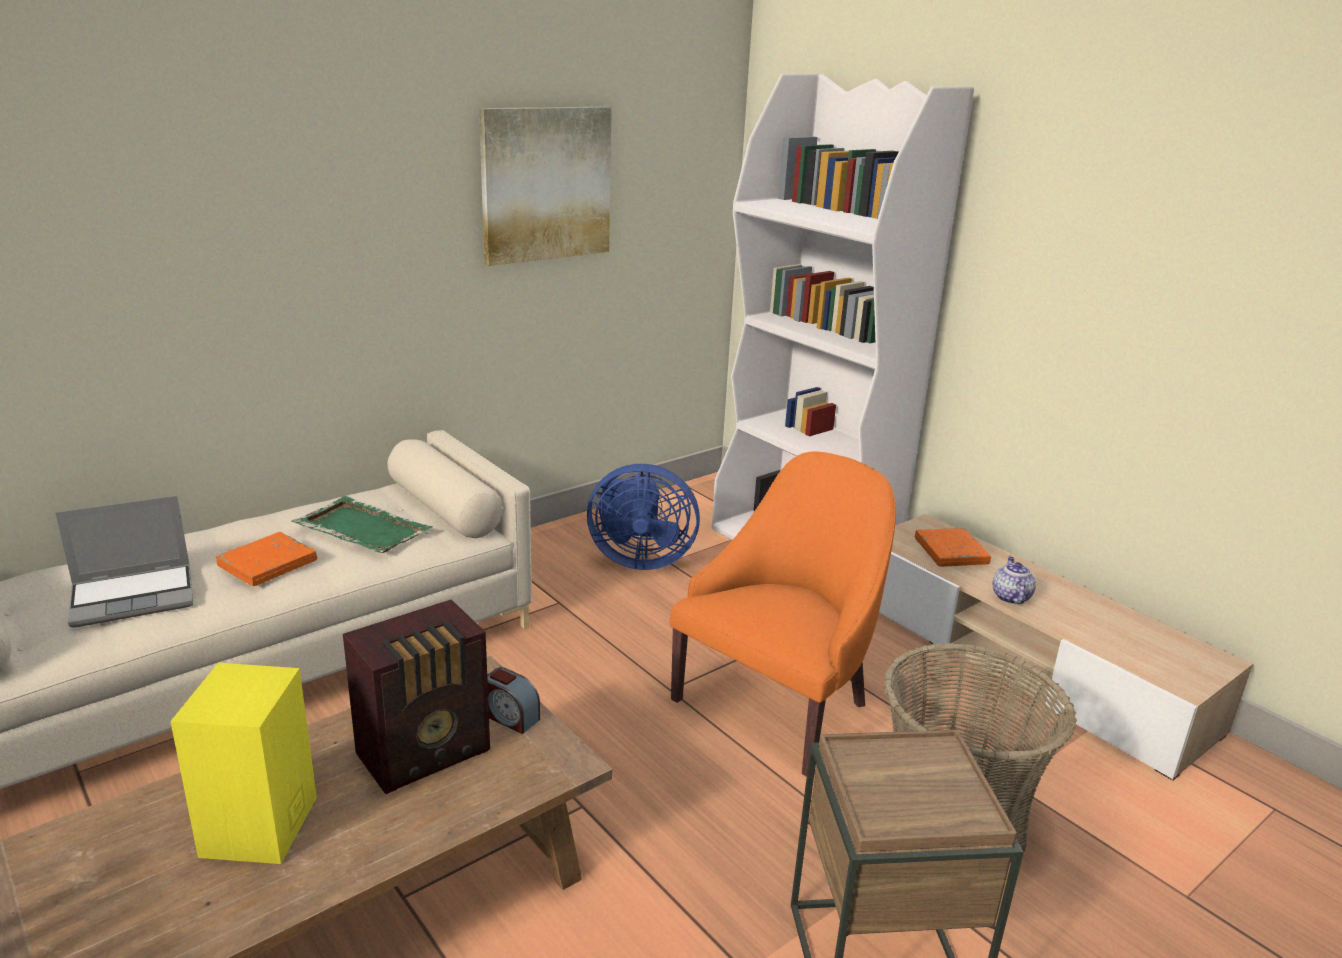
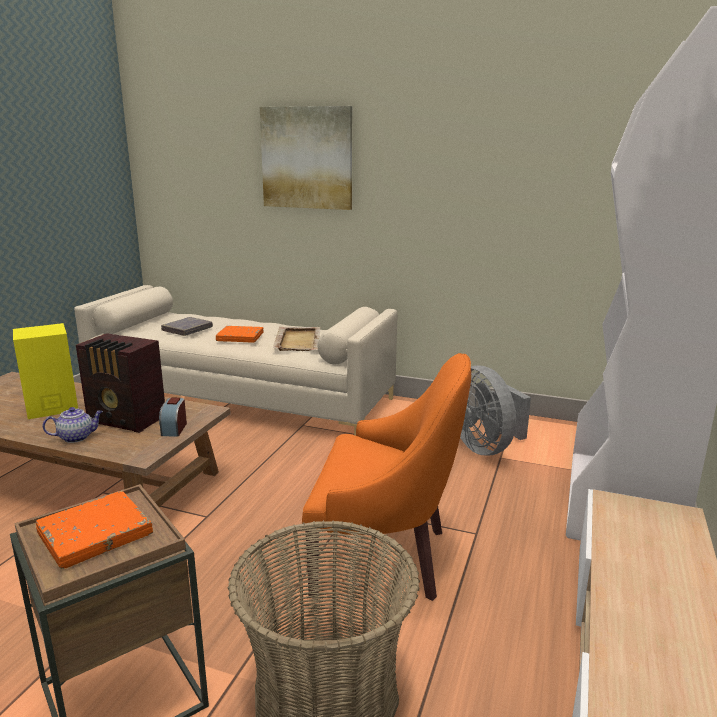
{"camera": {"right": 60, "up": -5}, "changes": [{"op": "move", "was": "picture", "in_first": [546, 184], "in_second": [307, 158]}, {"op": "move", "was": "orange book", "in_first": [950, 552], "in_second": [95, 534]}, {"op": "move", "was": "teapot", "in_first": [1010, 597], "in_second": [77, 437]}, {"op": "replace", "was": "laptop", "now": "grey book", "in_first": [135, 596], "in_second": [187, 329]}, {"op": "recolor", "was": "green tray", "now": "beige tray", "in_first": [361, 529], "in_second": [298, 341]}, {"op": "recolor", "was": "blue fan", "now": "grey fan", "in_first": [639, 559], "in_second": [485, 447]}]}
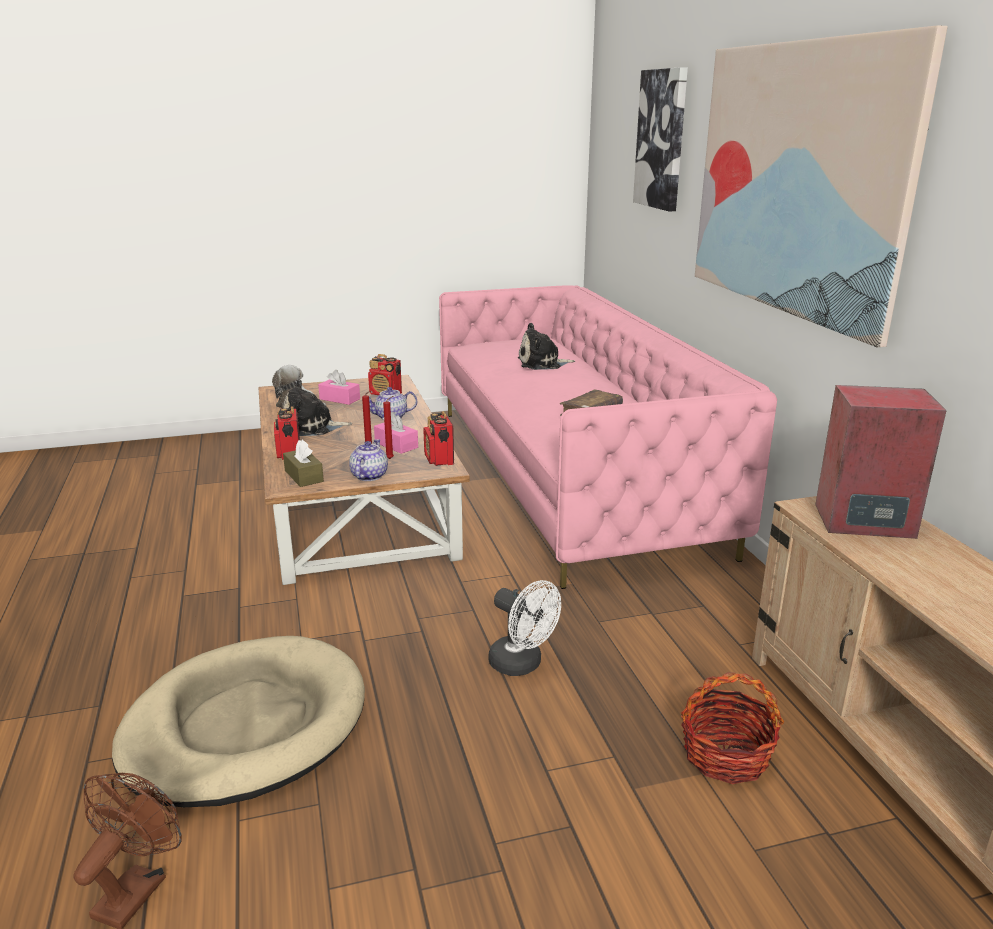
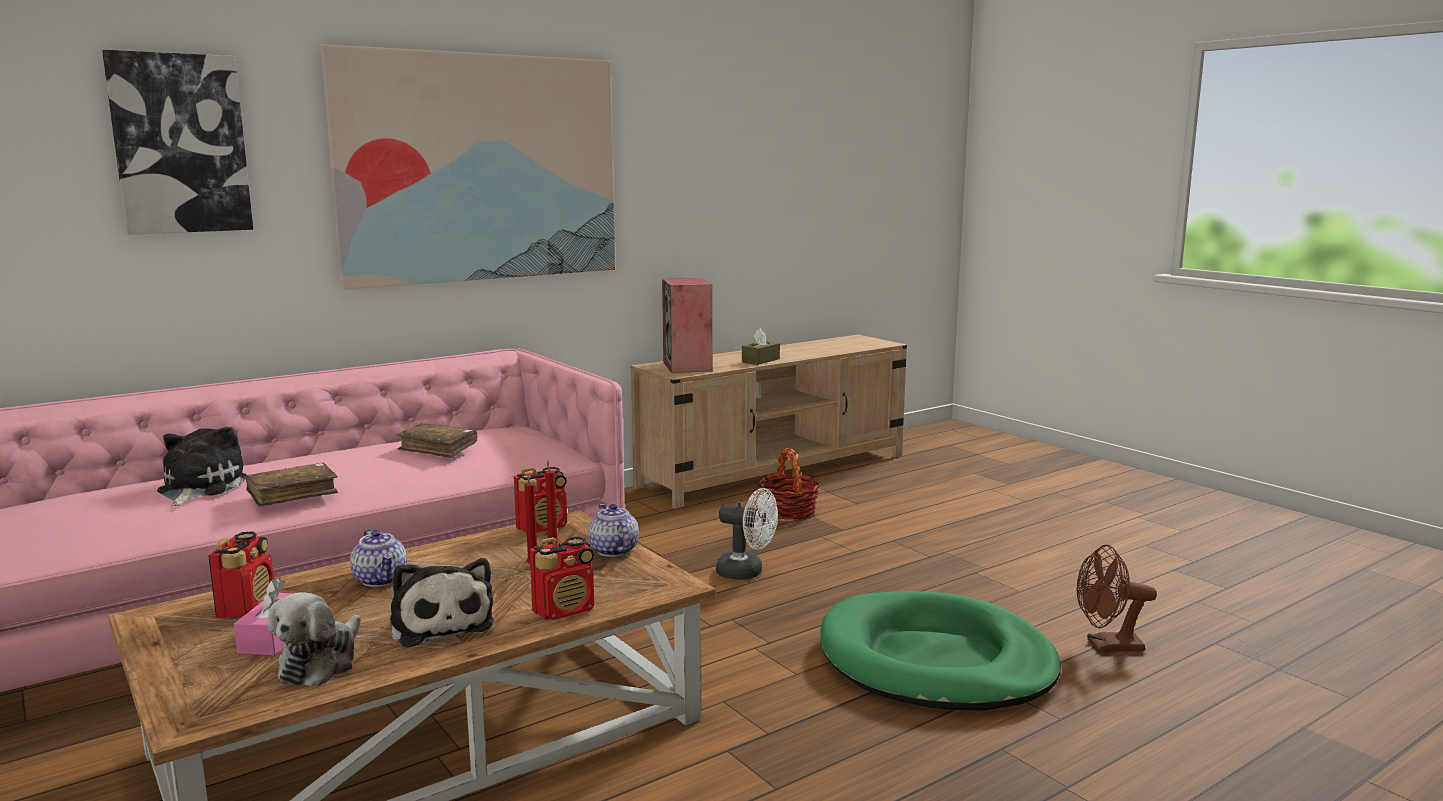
{"camera": {"right": -110, "up": -10}, "changes": [{"op": "delete", "was": "pink tissue box", "in_first": [396, 445]}, {"op": "insert", "now": "brown book", "in_second": [292, 494]}, {"op": "move", "was": "brown tissue box", "in_first": [304, 476], "in_second": [760, 360]}, {"op": "recolor", "was": "beige dog bed", "now": "green dog bed", "in_first": [245, 726], "in_second": [935, 661]}, {"op": "rotate", "was": "teapot", "in_first": [369, 476], "in_second": [613, 550], "clockwise": 75}, {"op": "rotate", "was": "white fan", "in_first": [522, 664], "in_second": [747, 573], "clockwise": 90}, {"op": "rotate", "was": "plush toy", "in_first": [542, 364], "in_second": [199, 488], "clockwise": -150}]}
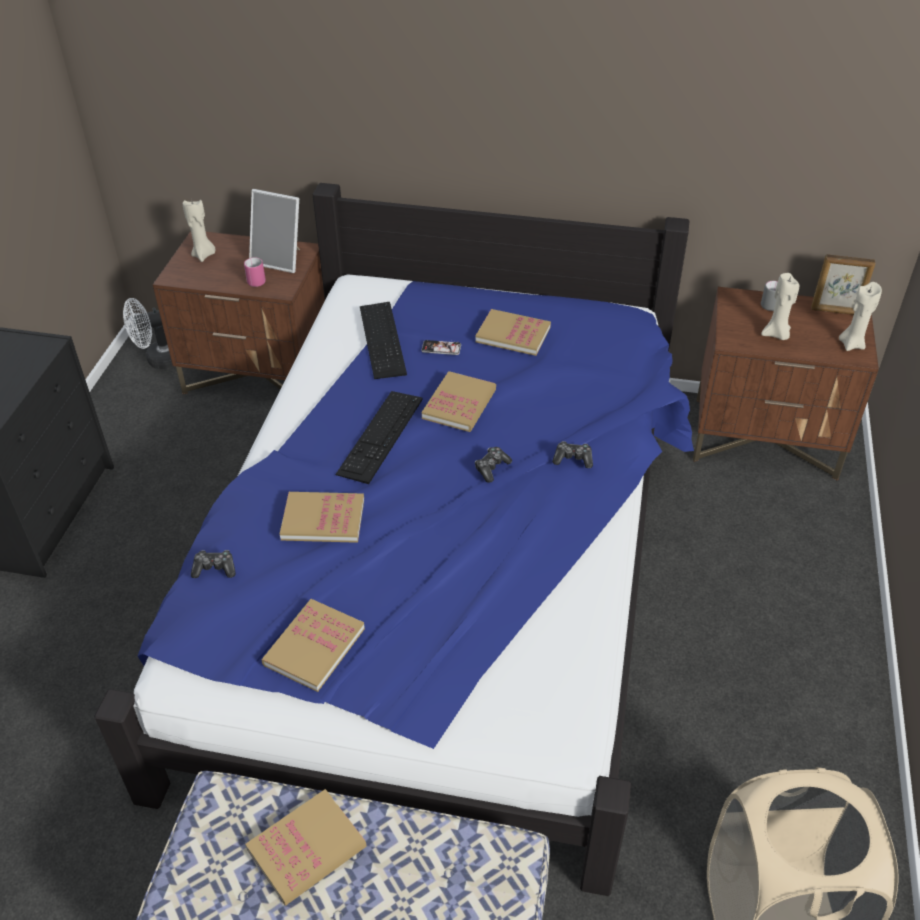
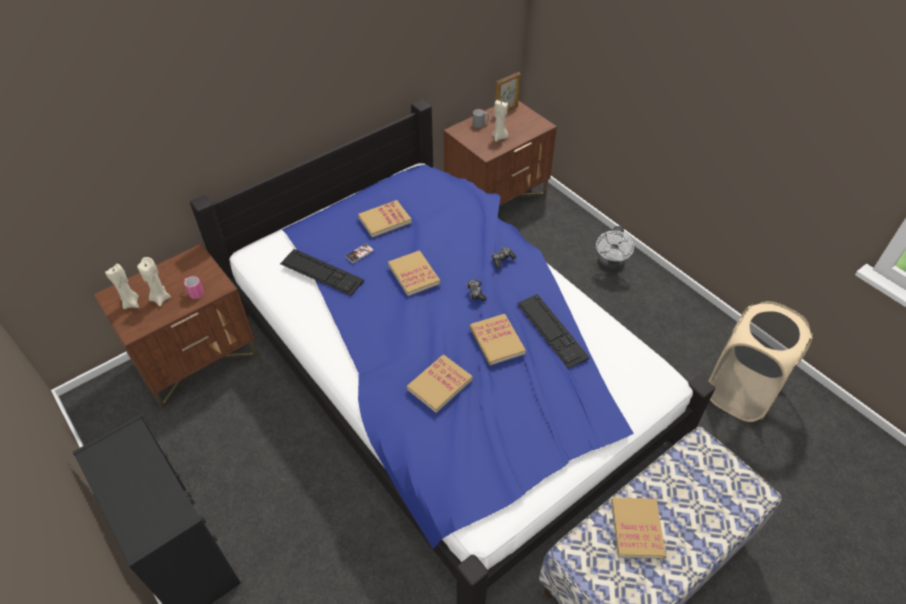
{"camera": {"right": -50, "up": 5}, "changes": [{"op": "delete", "was": "game controller", "in_first": [215, 569]}, {"op": "delete", "was": "picture frame", "in_first": [280, 259]}, {"op": "move", "was": "white fan", "in_first": [159, 360], "in_second": [610, 265]}, {"op": "move", "was": "book", "in_first": [314, 647], "in_second": [497, 341]}, {"op": "move", "was": "keyboard", "in_first": [380, 436], "in_second": [551, 330]}, {"op": "move", "was": "beige candle", "in_first": [851, 344], "in_second": [160, 298]}]}
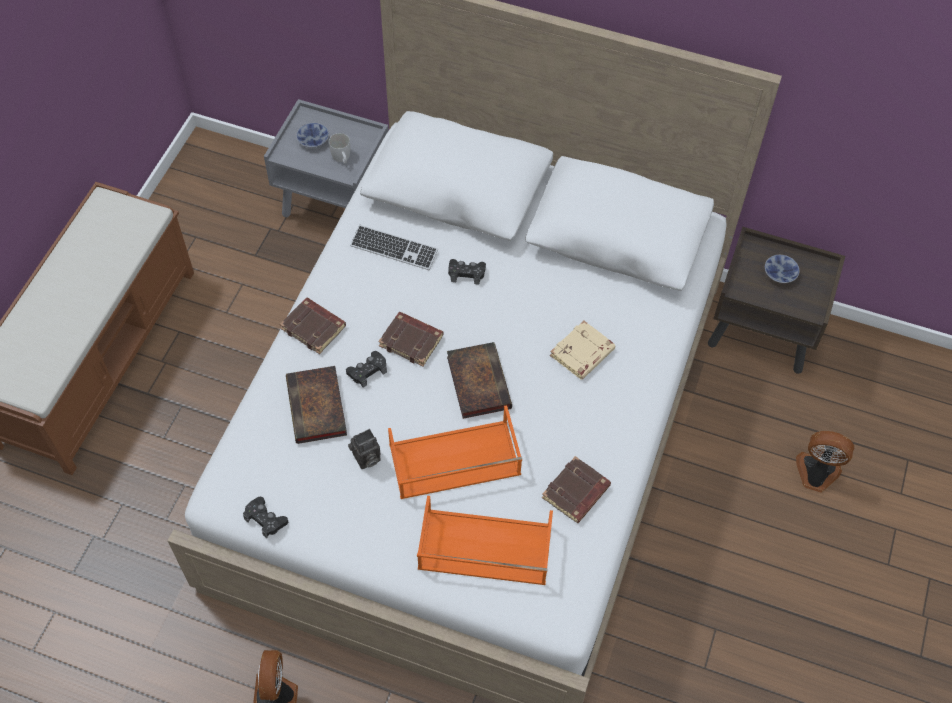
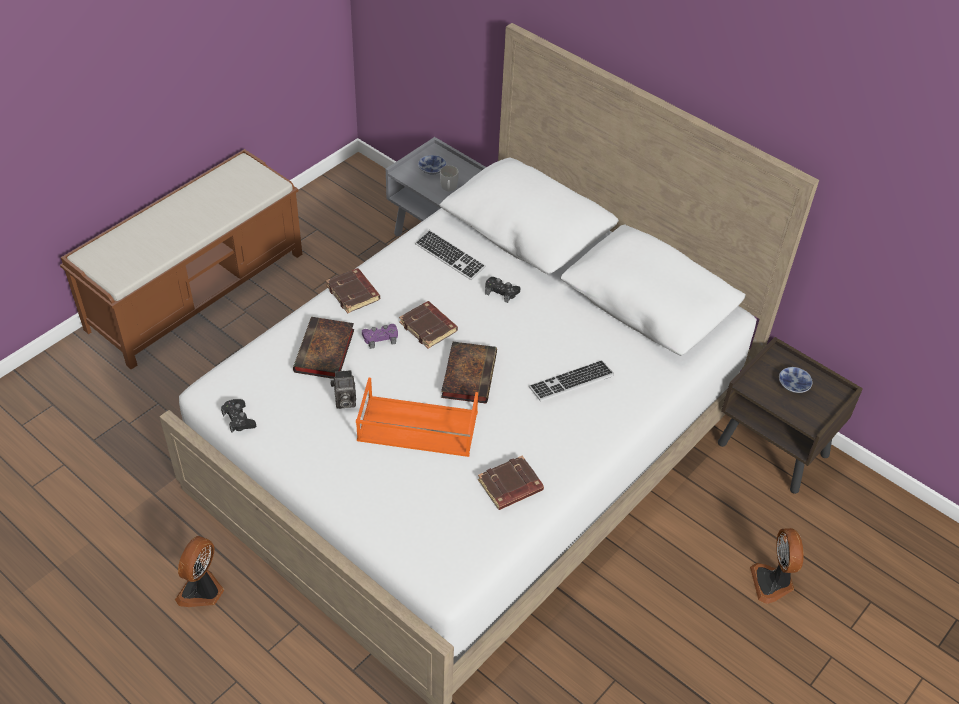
{"camera": {"right": 20, "up": -10}, "changes": [{"op": "delete", "was": "orange tray", "in_first": [483, 548]}, {"op": "replace", "was": "beige book", "now": "keyboard", "in_first": [582, 354], "in_second": [571, 382]}, {"op": "recolor", "was": "black game controller", "now": "purple game controller", "in_first": [367, 371], "in_second": [380, 338]}, {"op": "rotate", "was": "fan", "in_first": [816, 474], "in_second": [773, 583], "clockwise": -135}]}
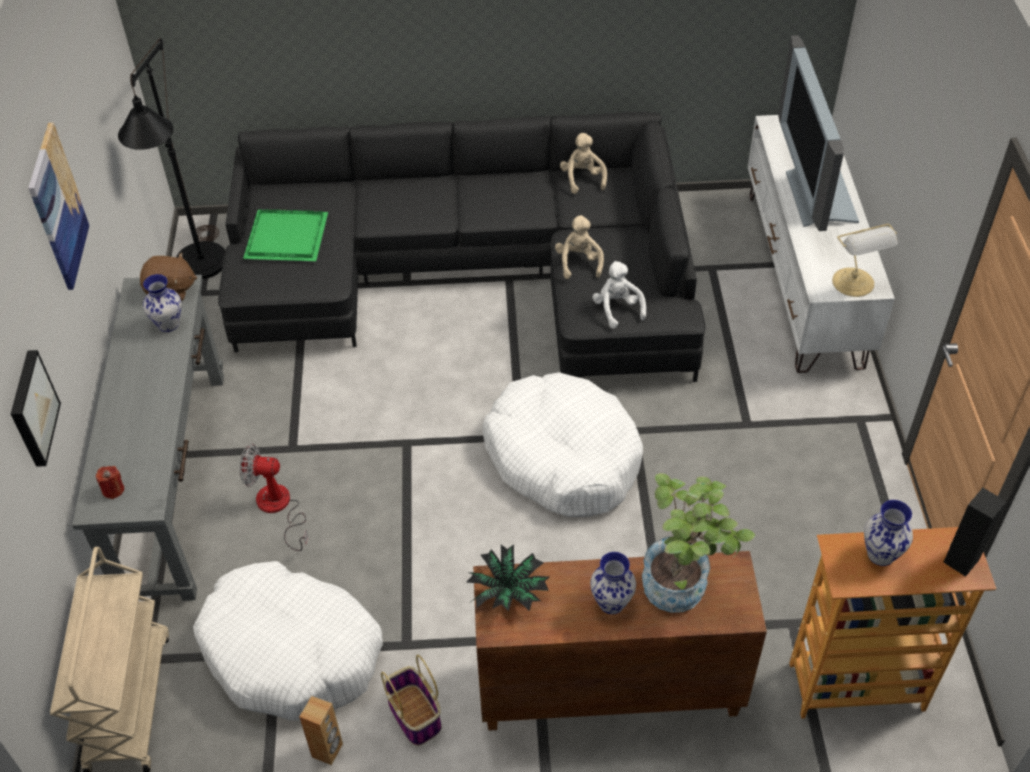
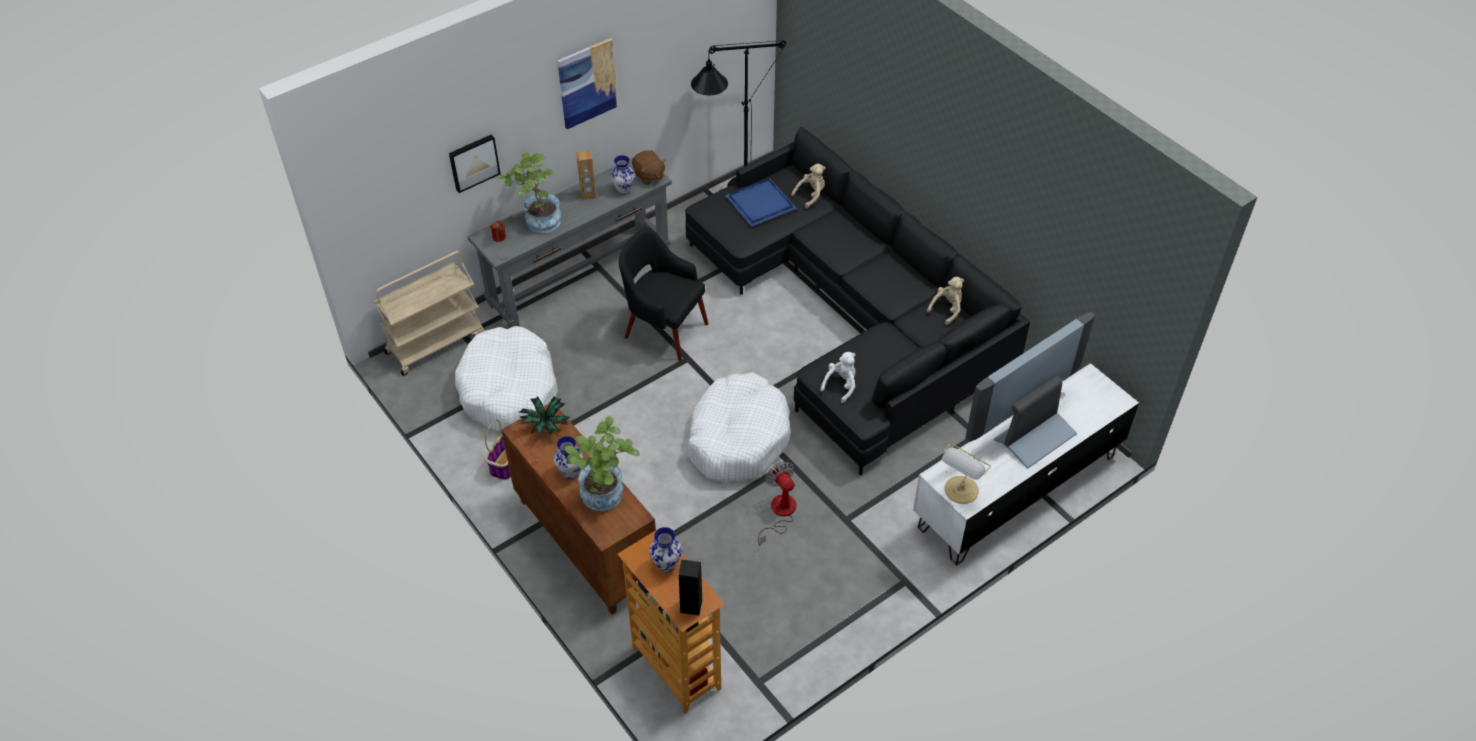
{"camera": {"right": 55, "up": 0}, "changes": [{"op": "insert", "now": "potted plant", "in_second": [538, 223]}, {"op": "insert", "now": "black armchair", "in_second": [664, 330]}, {"op": "move", "was": "fan", "in_first": [278, 508], "in_second": [779, 513]}, {"op": "move", "was": "brown speaker", "in_first": [327, 750], "in_second": [588, 195]}, {"op": "move", "was": "beige plush toy", "in_first": [579, 263], "in_second": [811, 195]}, {"op": "recolor", "was": "green tray", "now": "blue tray", "in_first": [285, 238], "in_second": [759, 203]}]}
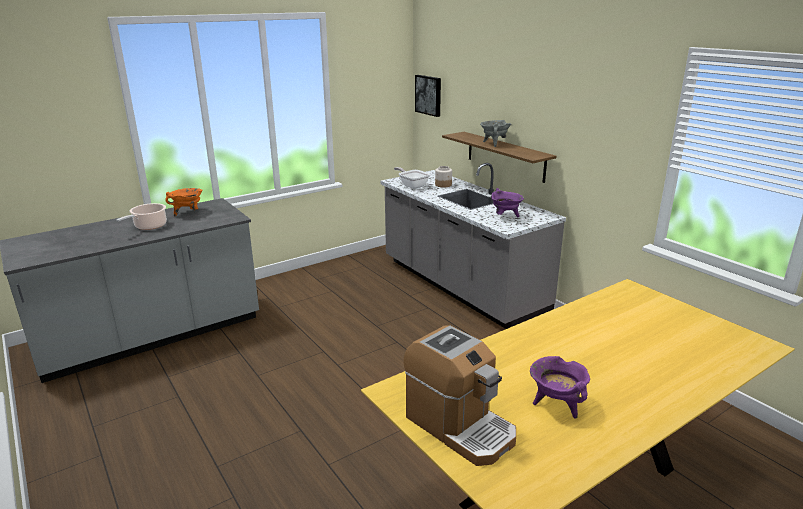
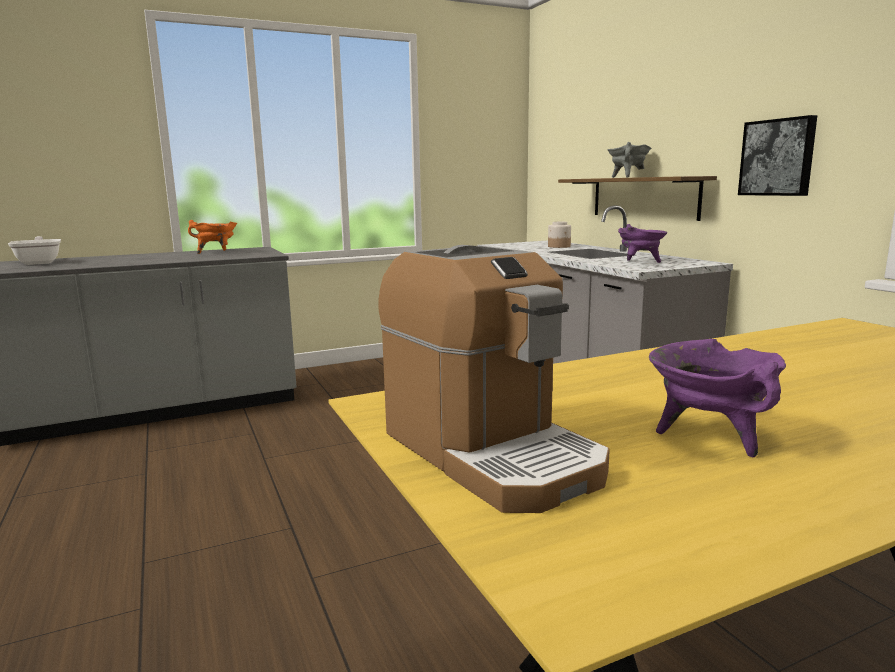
{"camera": {"right": 10, "up": -10}, "changes": [{"op": "delete", "was": "cooking pot", "in_first": [149, 226]}, {"op": "move", "was": "frying pan", "in_first": [412, 185], "in_second": [40, 262]}, {"op": "move", "was": "picture", "in_first": [429, 95], "in_second": [778, 157]}]}
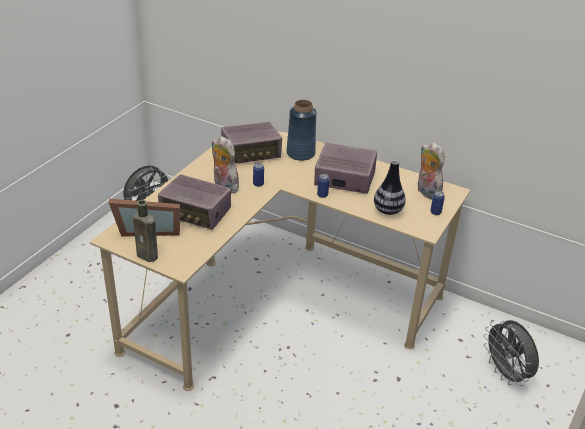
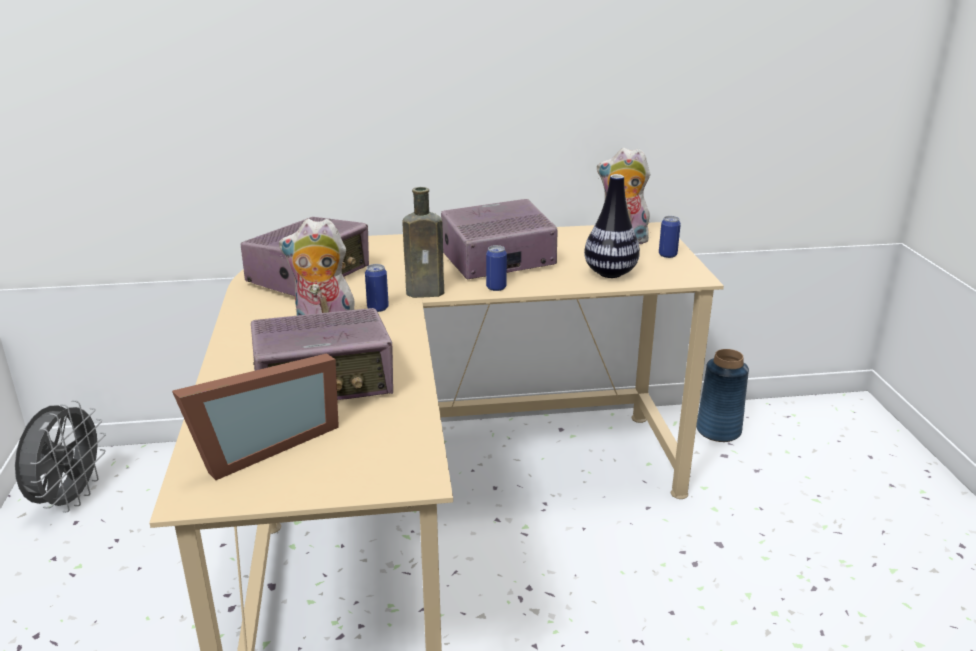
{"camera": {"right": -35, "up": -10}, "changes": [{"op": "delete", "was": "grey fan", "in_first": [506, 374]}, {"op": "move", "was": "brown bottle", "in_first": [148, 256], "in_second": [428, 292]}, {"op": "move", "was": "blue vase", "in_first": [300, 153], "in_second": [718, 430]}]}
